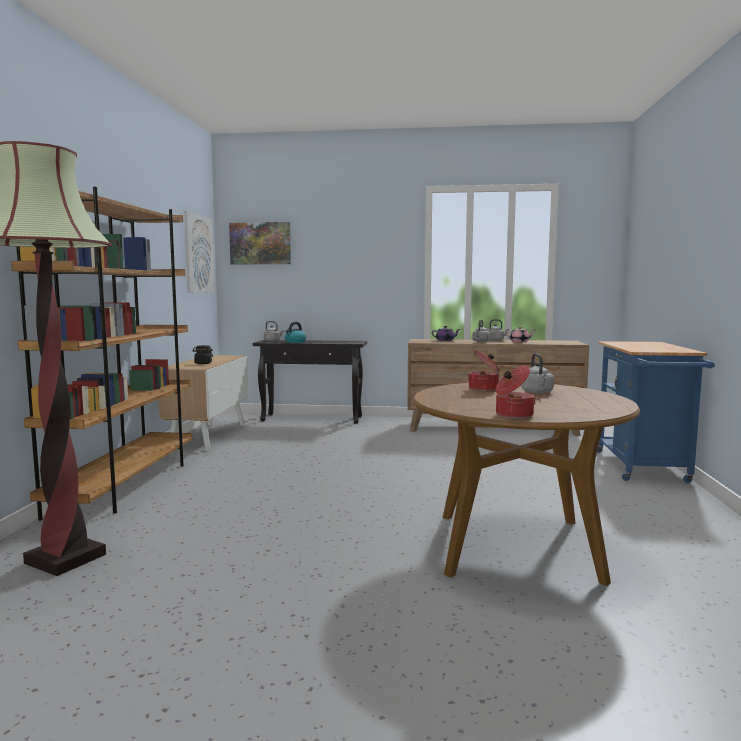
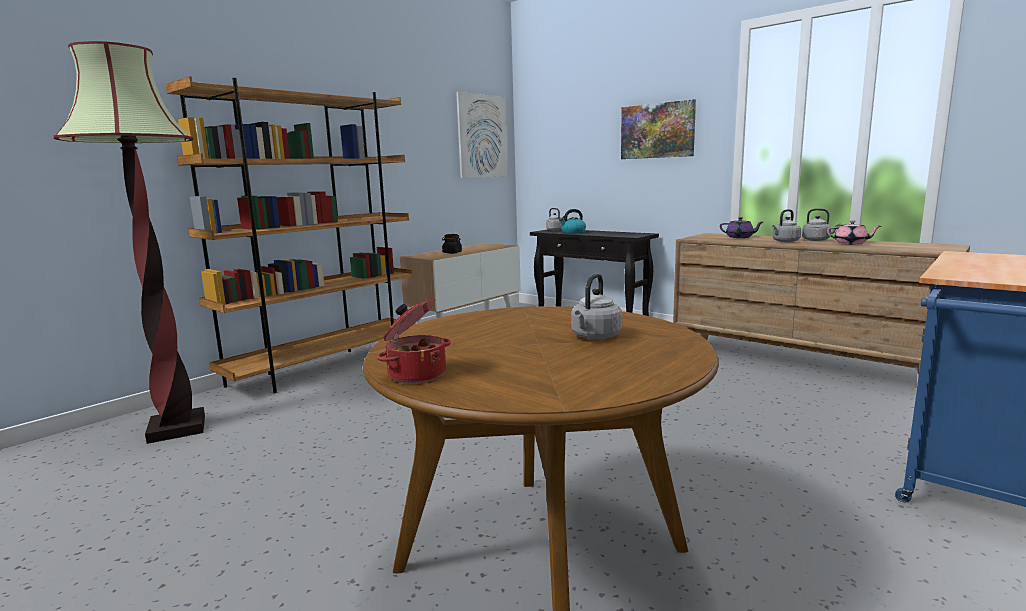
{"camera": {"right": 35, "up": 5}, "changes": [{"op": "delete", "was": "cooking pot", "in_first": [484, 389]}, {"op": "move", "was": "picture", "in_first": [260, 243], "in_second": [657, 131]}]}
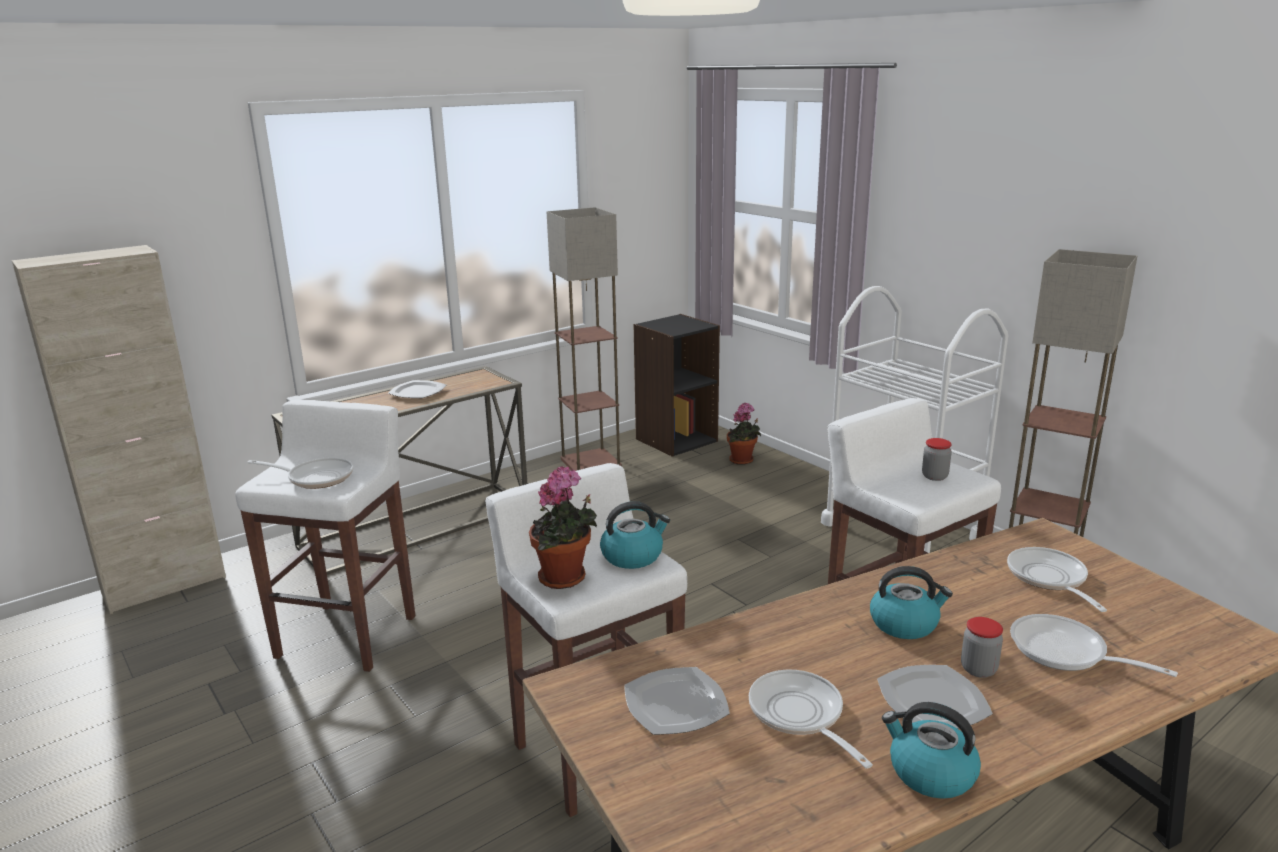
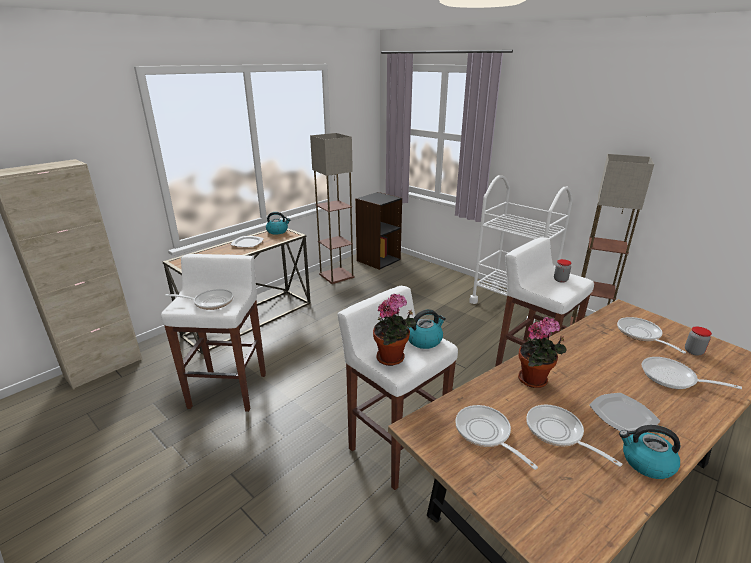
{"camera": {"right": -10, "up": 5}, "changes": [{"op": "move", "was": "potted plant", "in_first": [743, 461], "in_second": [535, 381]}, {"op": "move", "was": "kettle", "in_first": [905, 624], "in_second": [277, 231]}, {"op": "move", "was": "jar", "in_first": [978, 669], "in_second": [693, 351]}, {"op": "replace", "was": "plate", "now": "frying pan", "in_first": [675, 705], "in_second": [485, 433]}]}
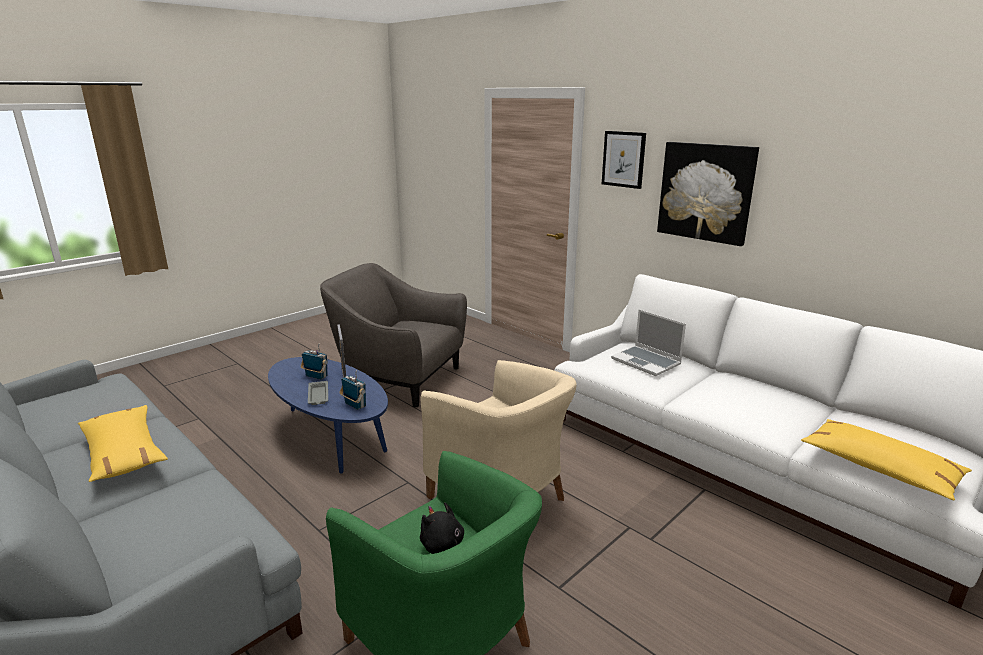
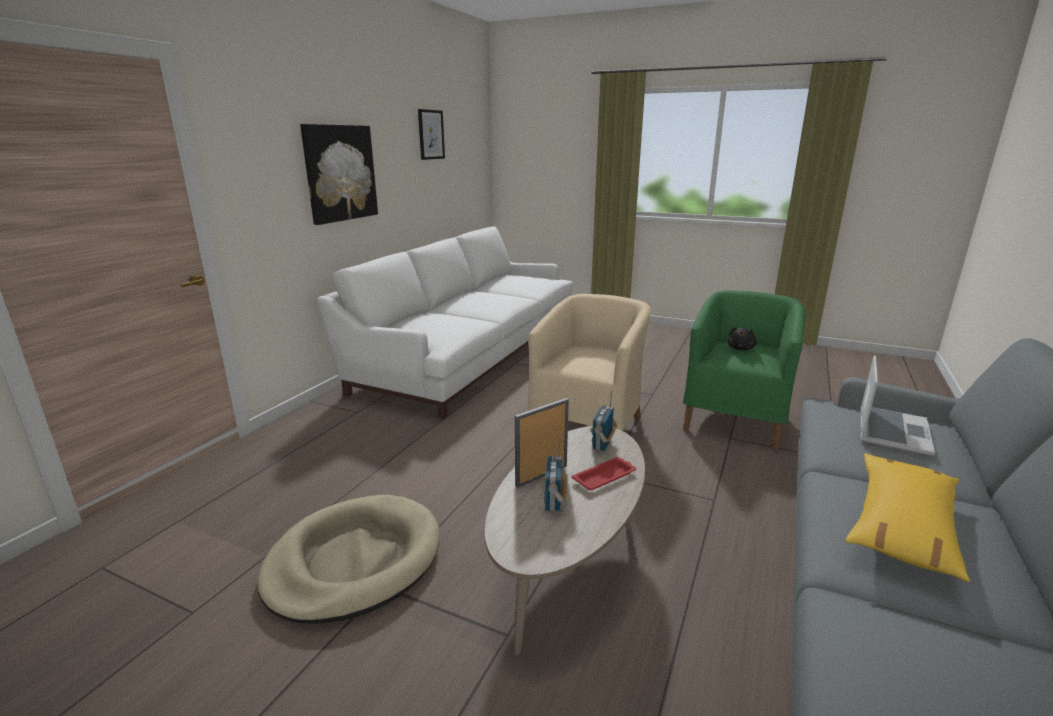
{"camera": {"right": -110, "up": 0}, "changes": [{"op": "delete", "was": "yellow pillow", "in_first": [879, 468]}, {"op": "move", "was": "picture", "in_first": [623, 159], "in_second": [431, 134]}, {"op": "move", "was": "laptop", "in_first": [647, 362], "in_second": [891, 431]}, {"op": "replace", "was": "grey armchair", "now": "beige dog bed", "in_first": [399, 378], "in_second": [354, 561]}, {"op": "recolor", "was": "blue coffee table", "now": "beige coffee table", "in_first": [331, 438], "in_second": [569, 561]}, {"op": "recolor", "was": "grey tray", "now": "red tray", "in_first": [318, 396], "in_second": [605, 477]}]}
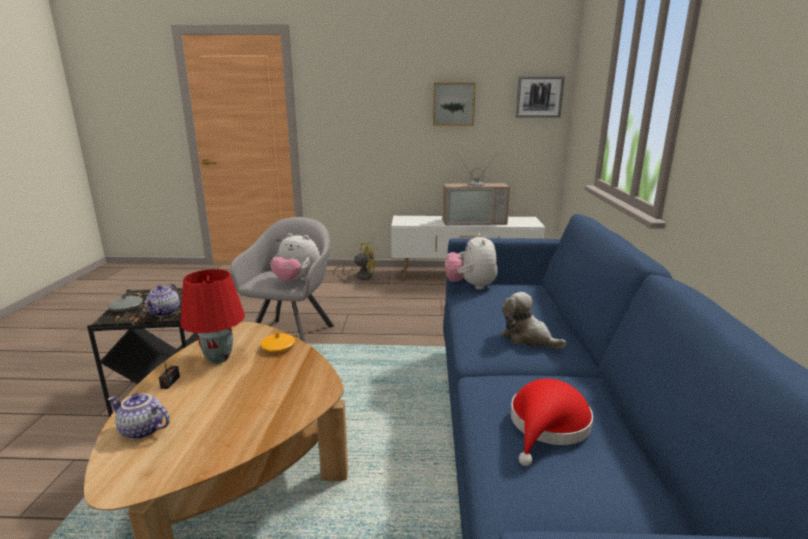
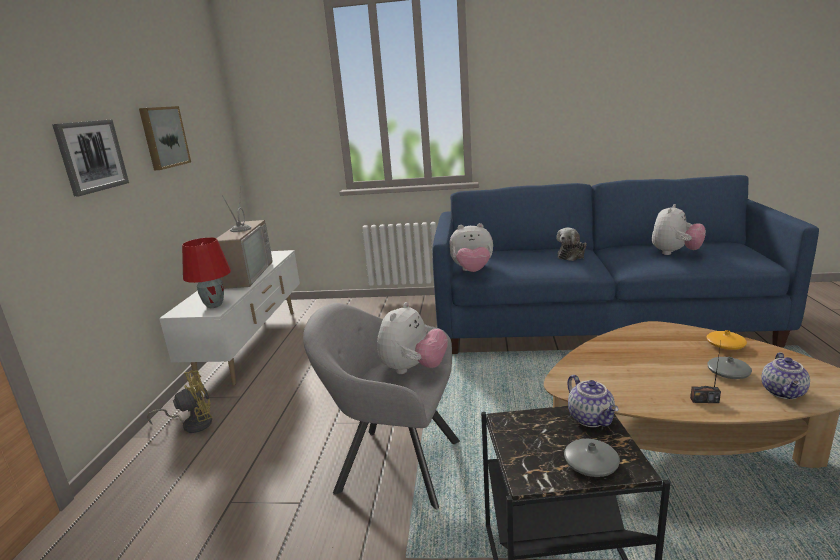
{"camera": {"right": -85, "up": 0}, "changes": [{"op": "insert", "now": "grey vase", "in_second": [728, 373]}, {"op": "move", "was": "red table lamp", "in_first": [219, 358], "in_second": [214, 305]}, {"op": "move", "was": "orange vase", "in_first": [278, 347], "in_second": [725, 345]}, {"op": "move", "was": "picture", "in_first": [539, 97], "in_second": [91, 156]}, {"op": "replace", "was": "red hat", "now": "plush toy", "in_first": [547, 426], "in_second": [675, 253]}, {"op": "rotate", "was": "teapot", "in_first": [165, 313], "in_second": [591, 418], "clockwise": 60}, {"op": "rotate", "was": "yellow fan", "in_first": [360, 276], "in_second": [193, 424], "clockwise": 90}]}
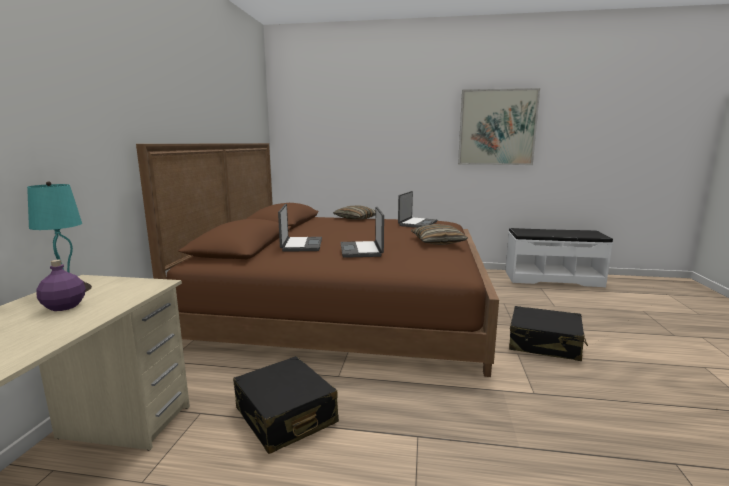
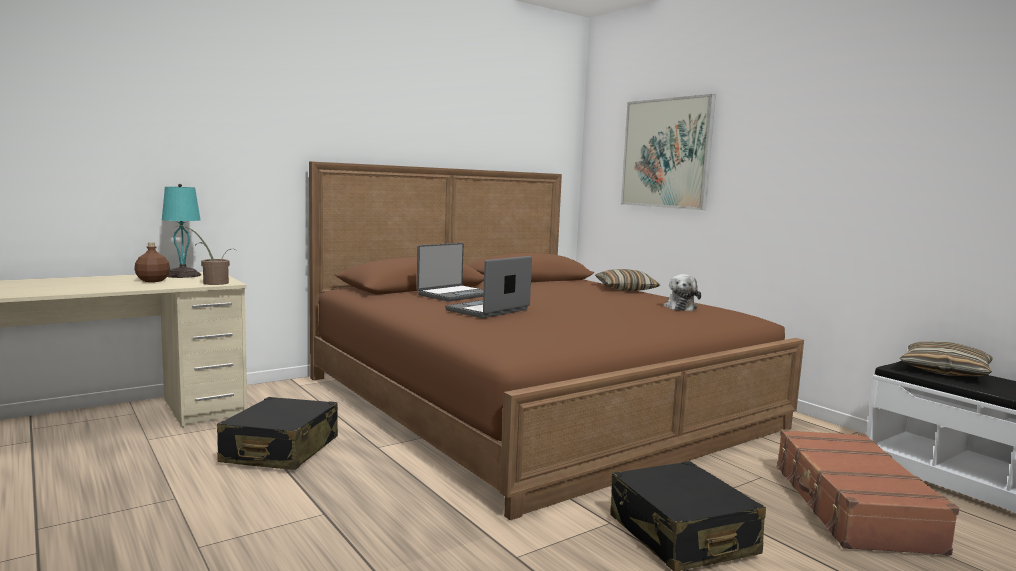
{"camera": {"right": 45, "up": -5}, "changes": [{"op": "insert", "now": "potted plant", "in_second": [211, 283]}, {"op": "insert", "now": "brown suitcase", "in_second": [851, 507]}, {"op": "move", "was": "pillow", "in_first": [438, 242], "in_second": [944, 371]}, {"op": "move", "was": "picture", "in_first": [497, 127], "in_second": [666, 153]}, {"op": "replace", "was": "laptop", "now": "plush toy", "in_first": [417, 223], "in_second": [680, 307]}, {"op": "recolor", "was": "purple bottle", "now": "brown bottle", "in_first": [64, 306], "in_second": [153, 280]}]}
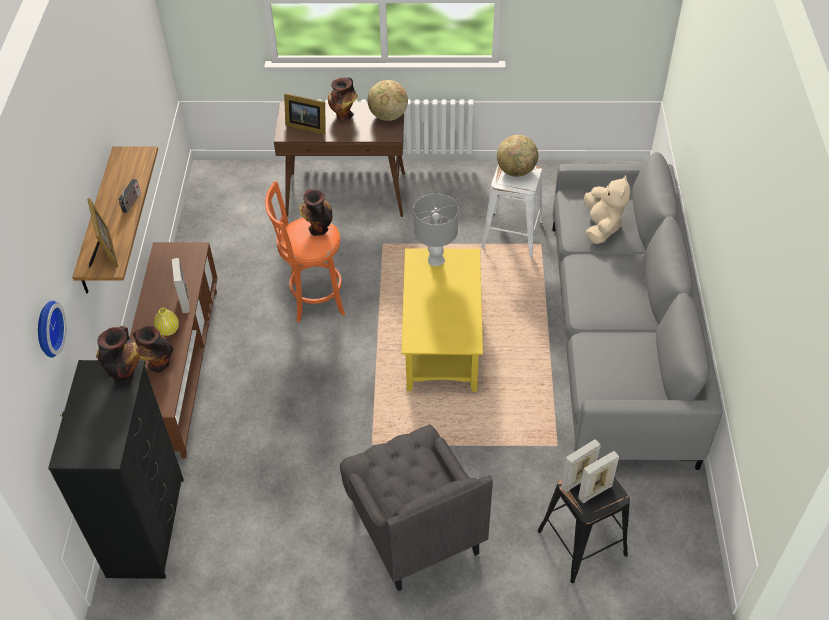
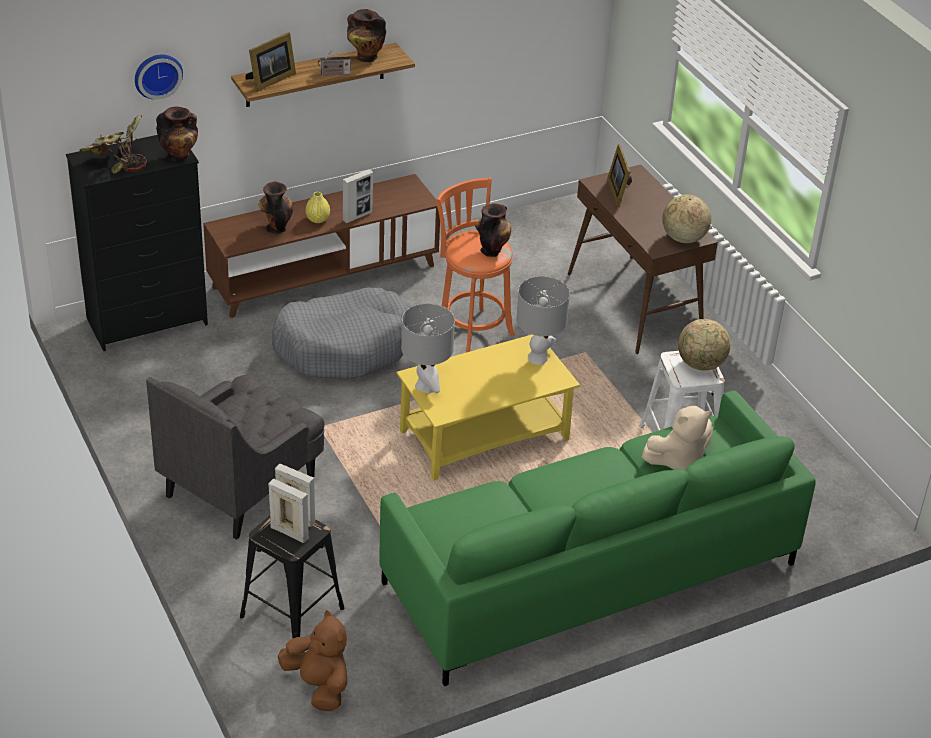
{"camera": {"right": 60, "up": -10}, "changes": [{"op": "insert", "now": "potted plant", "in_second": [116, 162]}, {"op": "insert", "now": "grey dog bed", "in_second": [344, 346]}, {"op": "insert", "now": "brown plush toy", "in_second": [318, 685]}, {"op": "insert", "now": "grey table lamp", "in_second": [426, 386]}, {"op": "move", "was": "vase", "in_first": [344, 115], "in_second": [365, 57]}, {"op": "recolor", "was": "grey sofa", "now": "green sofa", "in_first": [618, 338], "in_second": [589, 572]}]}
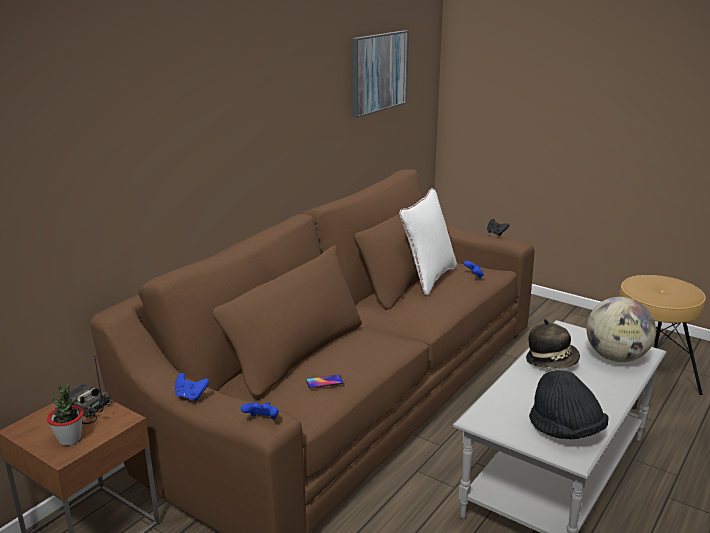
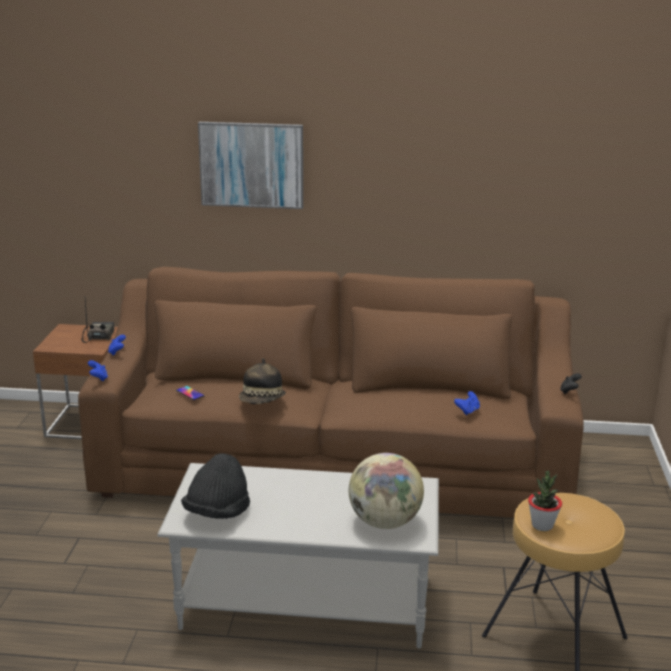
{"camera": {"right": 60, "up": 0}, "changes": [{"op": "delete", "was": "white pillow", "in_first": [428, 278]}, {"op": "move", "was": "potted plant", "in_first": [69, 439], "in_second": [542, 525]}, {"op": "move", "was": "picture", "in_first": [378, 72], "in_second": [252, 164]}, {"op": "move", "was": "hat", "in_first": [551, 361], "in_second": [262, 401]}]}
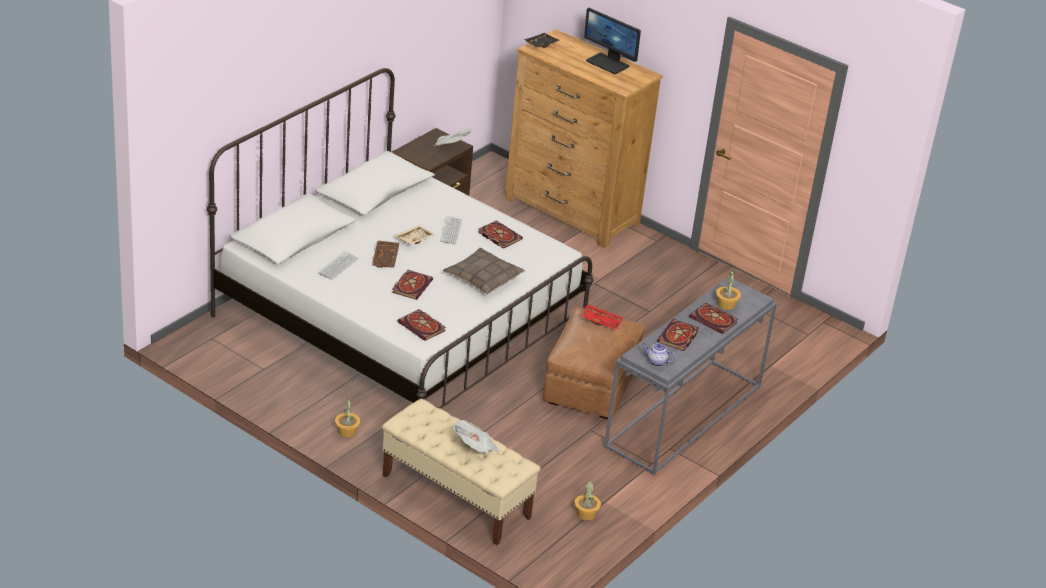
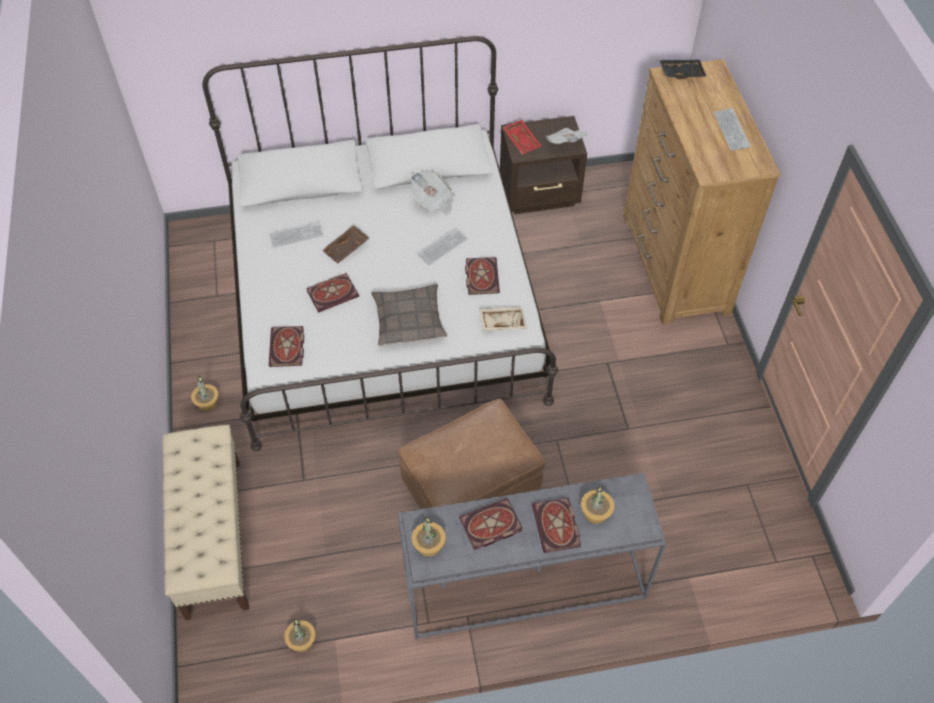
{"camera": {"right": 45, "up": 20}, "changes": [{"op": "move", "was": "beige tray", "in_first": [413, 239], "in_second": [502, 322]}, {"op": "move", "was": "newspaper", "in_first": [475, 447], "in_second": [433, 201]}, {"op": "move", "was": "red tray", "in_first": [601, 321], "in_second": [522, 141]}, {"op": "replace", "was": "monitor", "now": "keyboard", "in_first": [608, 63], "in_second": [731, 130]}, {"op": "replace", "was": "teapot", "now": "potted plant", "in_first": [656, 362], "in_second": [428, 545]}]}
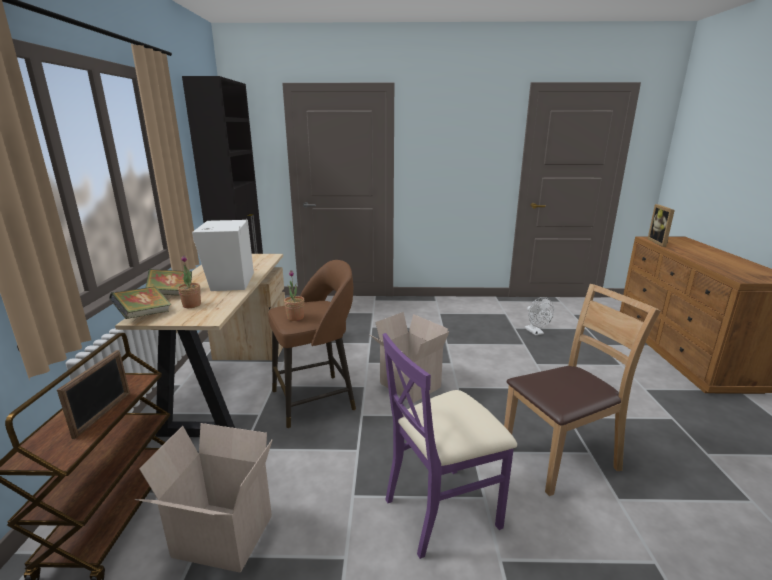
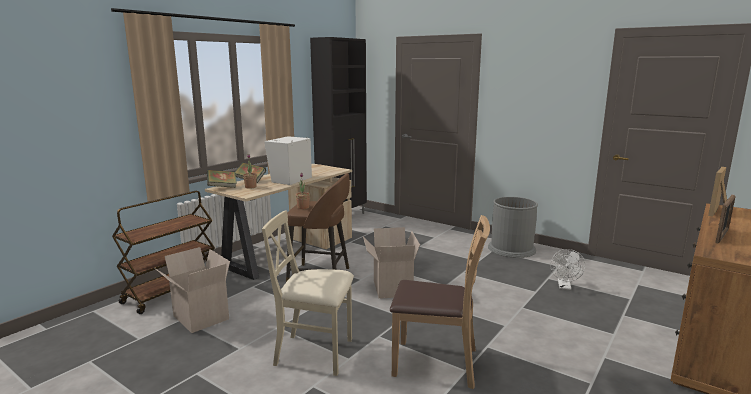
{"camera": {"right": 35, "up": -5}, "changes": [{"op": "insert", "now": "grey trash can", "in_second": [511, 249]}, {"op": "move", "was": "picture frame", "in_first": [103, 414], "in_second": [722, 236]}, {"op": "recolor", "was": "purple chair", "now": "beige chair", "in_first": [442, 510], "in_second": [315, 353]}]}
